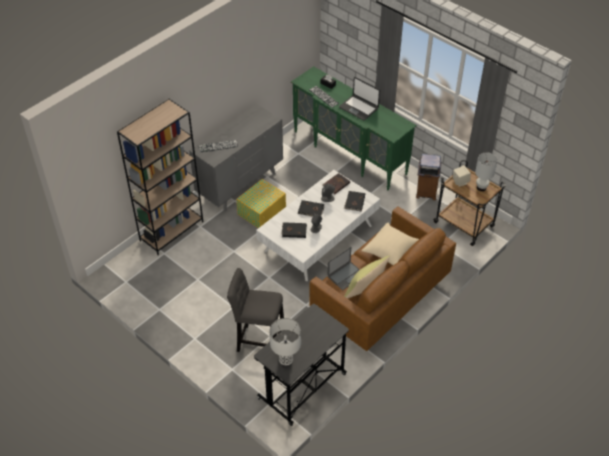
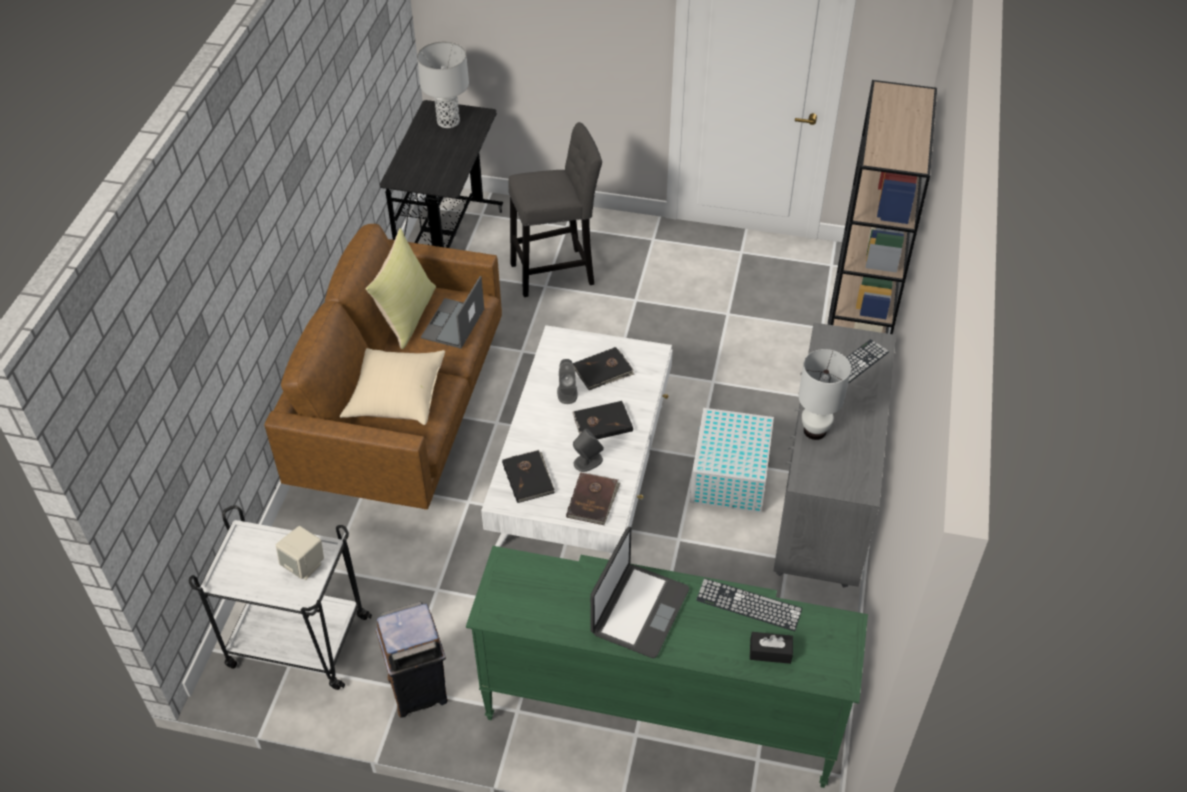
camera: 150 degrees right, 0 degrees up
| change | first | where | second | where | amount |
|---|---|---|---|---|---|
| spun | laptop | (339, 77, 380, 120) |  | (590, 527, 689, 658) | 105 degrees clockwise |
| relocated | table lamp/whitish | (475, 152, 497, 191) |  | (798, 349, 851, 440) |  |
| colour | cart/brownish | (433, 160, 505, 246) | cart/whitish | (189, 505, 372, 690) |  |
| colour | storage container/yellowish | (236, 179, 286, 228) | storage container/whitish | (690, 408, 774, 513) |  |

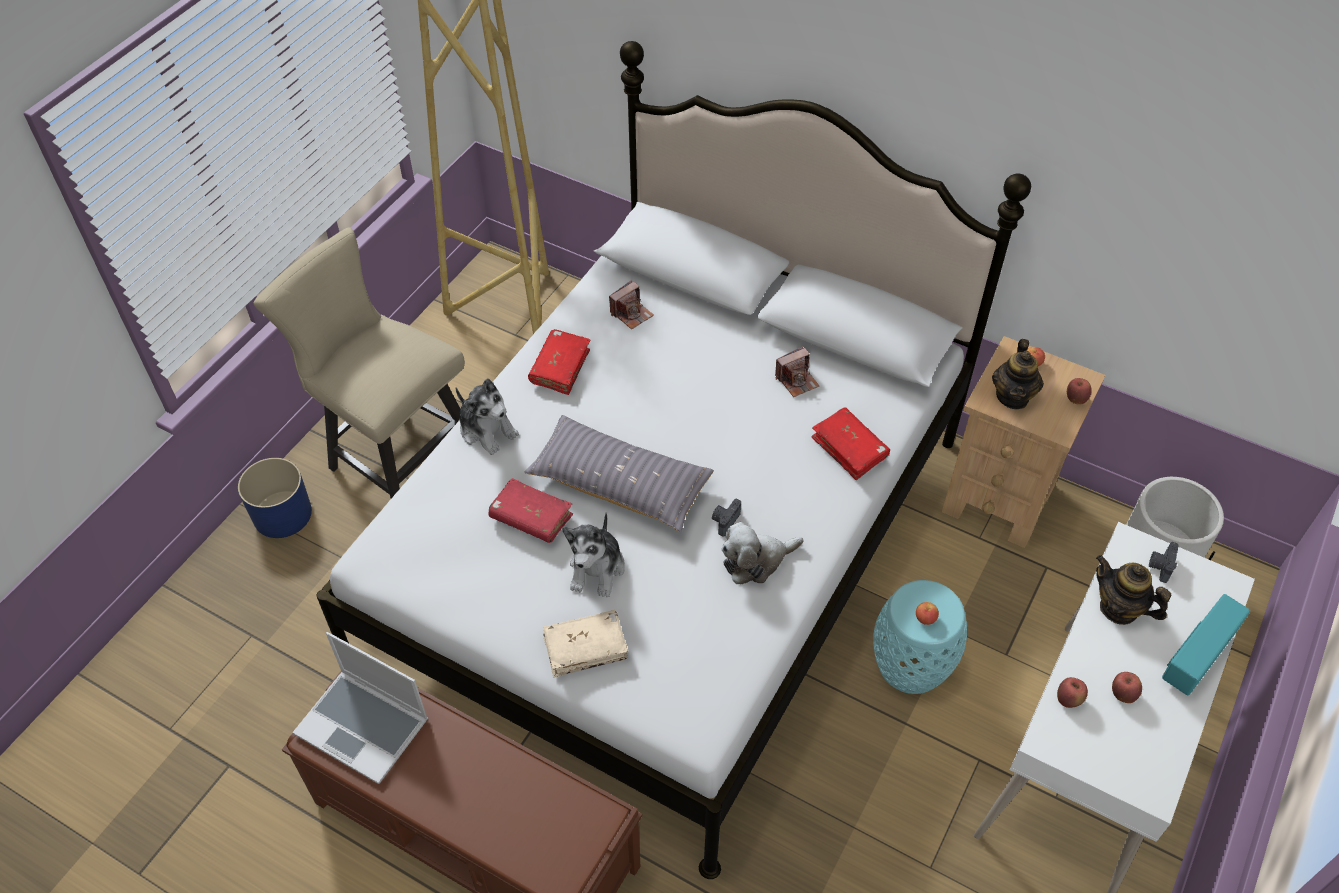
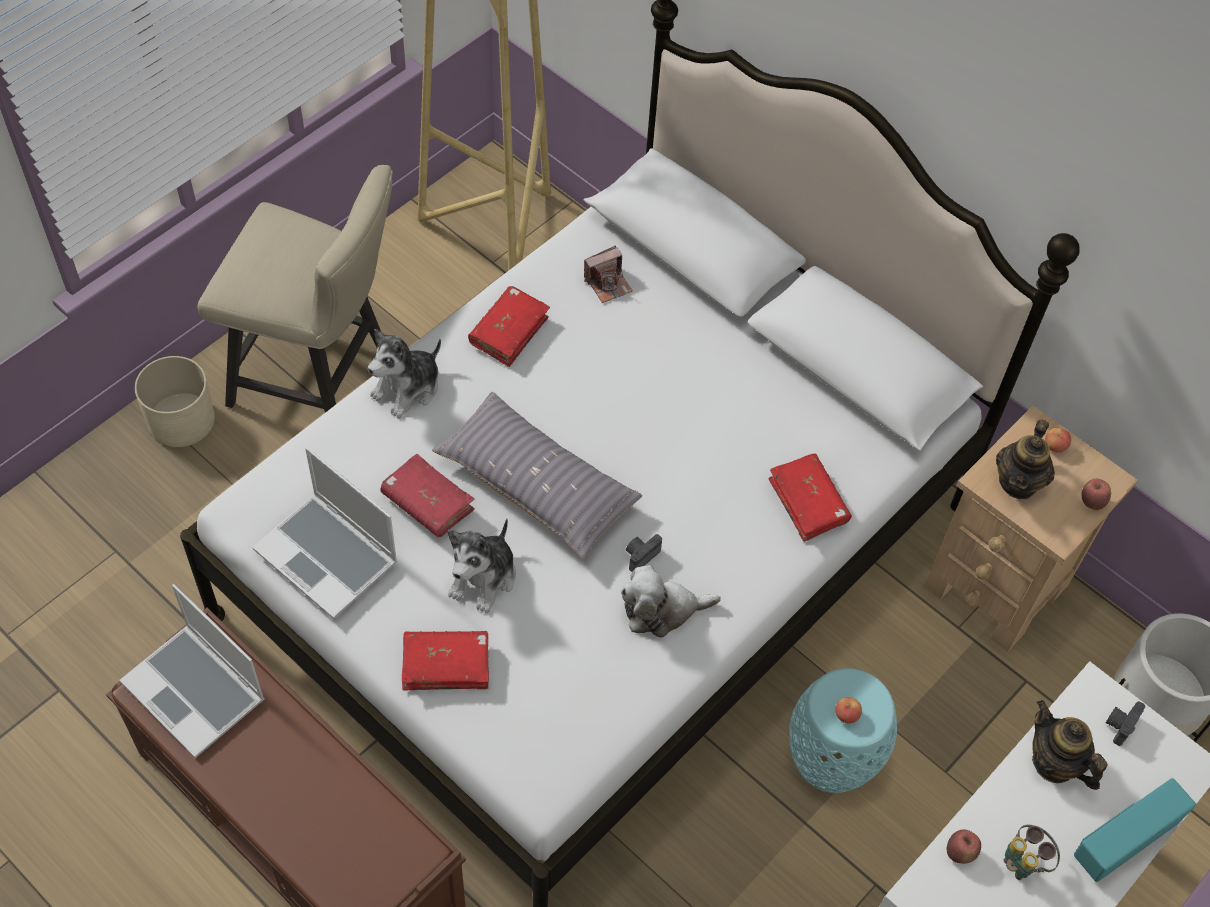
camera: 10 degrees right, 5 degrees up
| change | first | where | second | where | amount |
|---|---|---|---|---|---|
| spun | chair/beige | (253, 227, 465, 498) |  | (197, 165, 393, 413) | 150 degrees clockwise |
| missing | still camera | (775, 346, 819, 397) |  |  |  |
| spun | cuddly toy | (455, 379, 519, 455) |  | (368, 329, 441, 418) | 75 degrees clockwise |
| colour | planter/bluish | (238, 458, 312, 538) | planter/beige | (135, 356, 215, 447) |  |
| colour | book/beige | (543, 610, 628, 678) | book/red-coloured | (402, 631, 489, 690) |  |
| exchanged | whole apple | (1112, 672, 1142, 703) | binoculars | (1004, 825, 1060, 880) |  |
| appeared |  |  | laptop | (252, 447, 398, 619) |  |

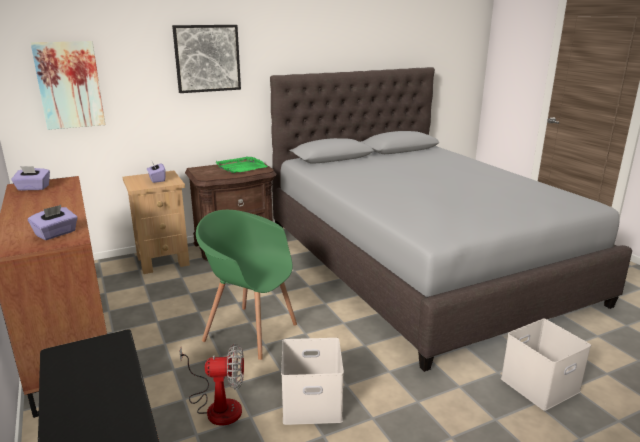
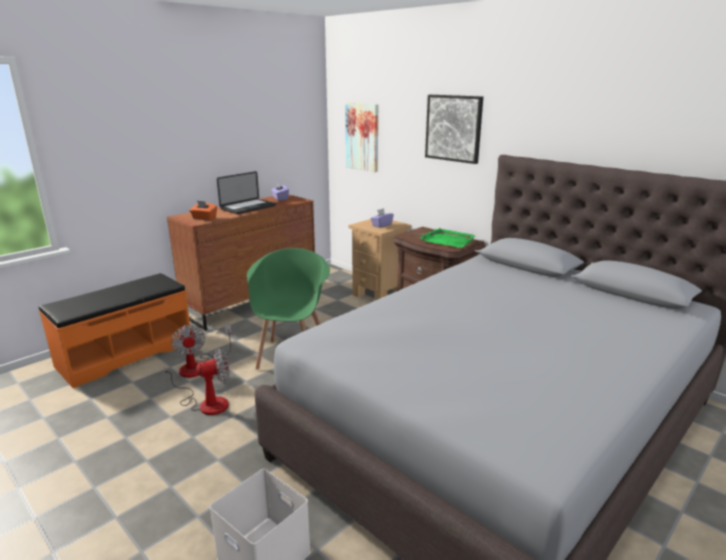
camera: 70 degrees right, 0 degrees up
| change | first | where | second | where | amount |
|---|---|---|---|---|---|
| colour | tissue box/purplish | (28, 205, 78, 240) | tissue box/orange | (190, 201, 217, 220) |  |
| exchanged | storage container/whitish | (281, 338, 344, 425) | fan | (164, 348, 229, 415) |  |
| appeared |  |  | laptop | (217, 171, 276, 214) |  |

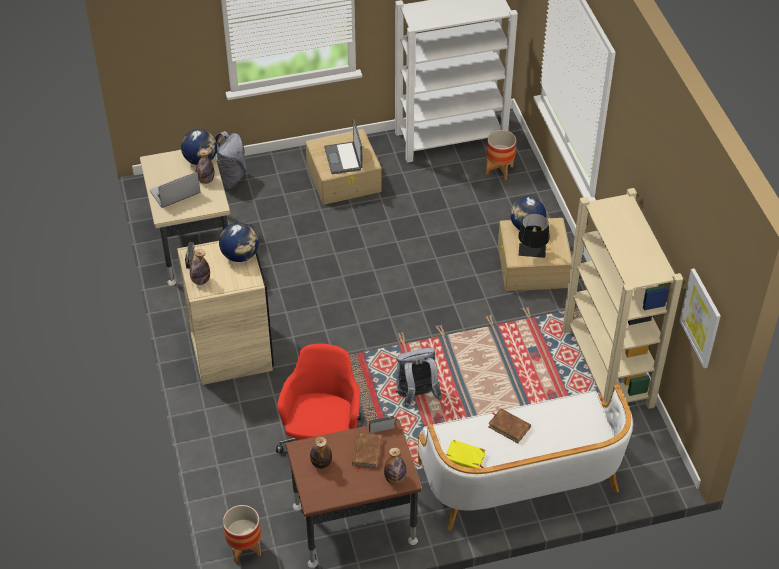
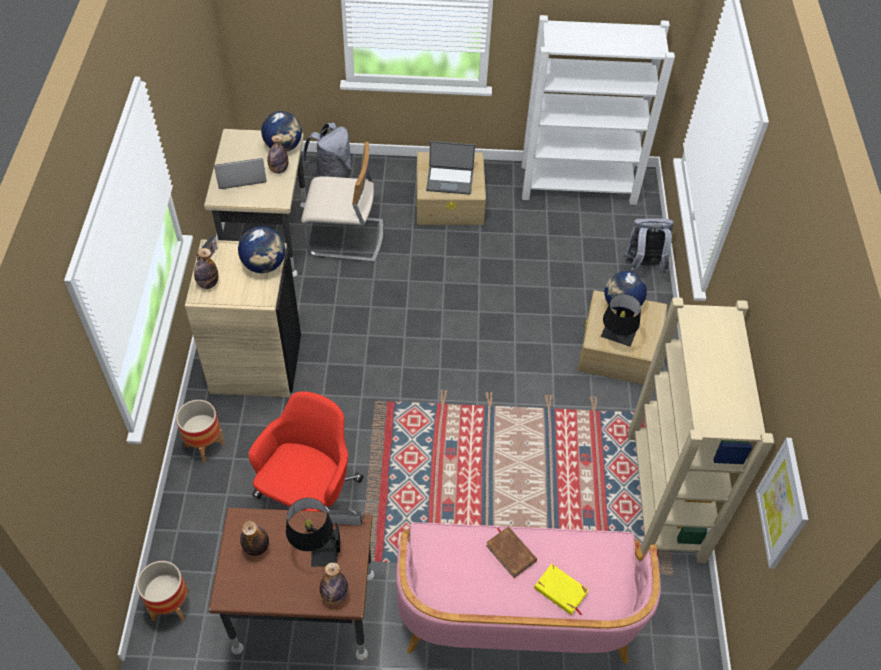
camera: 15 degrees right, 5 degrees up
| change | first | where | second | where | amount |
|---|---|---|---|---|---|
| spun | laptop | (324, 119, 363, 174) |  | (426, 141, 475, 195) | 90 degrees counterclockwise |
| relocated | planter | (486, 130, 516, 180) |  | (176, 400, 225, 462) |  |
| relocated | knapsack/gray | (396, 348, 442, 407) |  | (624, 218, 674, 274) |  |
| colour | sofa/whitish | (418, 384, 633, 531) | sofa/pink | (396, 522, 661, 664) |  |
| exchanged | book/brownish | (352, 432, 382, 472) | table lamp/blackish | (286, 498, 340, 567) |  |
| relocated | book/yellowish | (446, 439, 486, 468) |  | (534, 564, 588, 615) |  |
| appeared |  |  | chair/beige | (301, 142, 383, 262) |  |

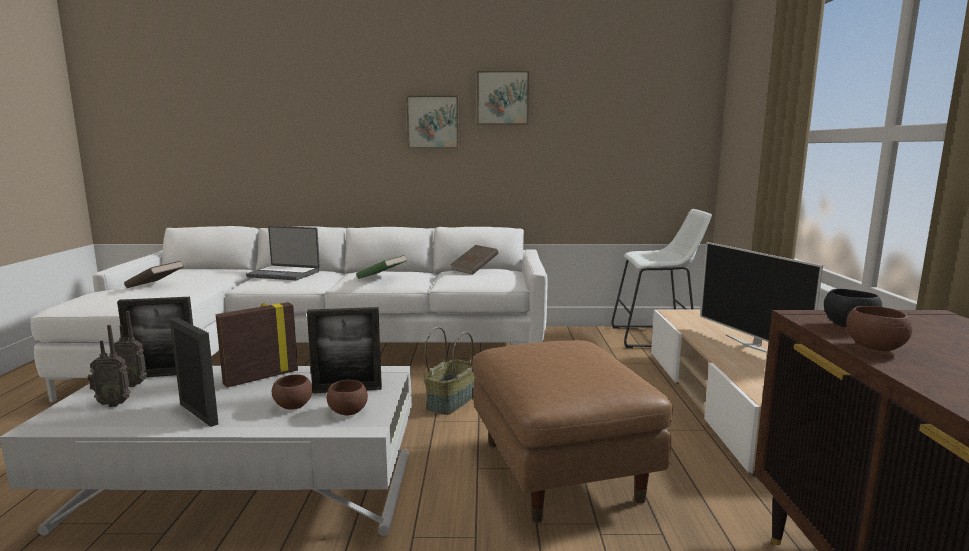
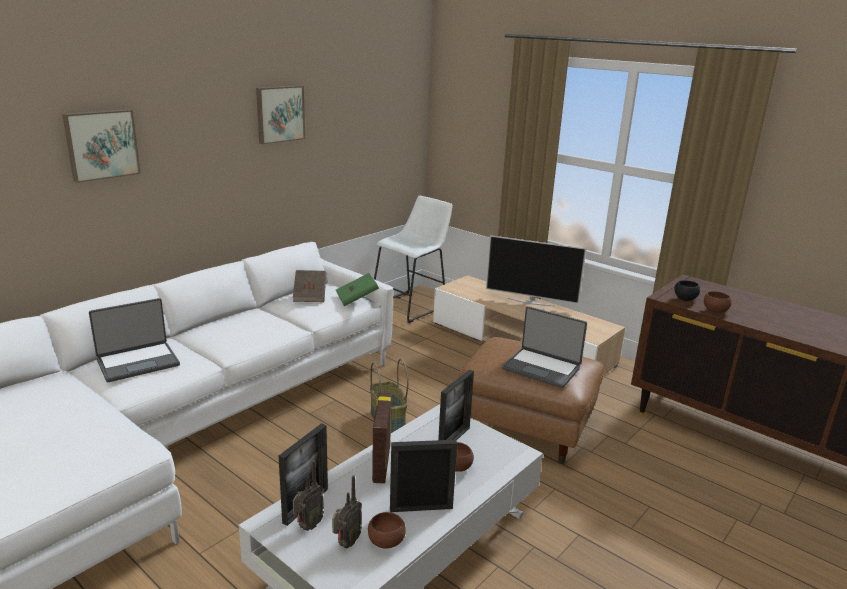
camera: 50 degrees left, 10 degrees up
| change | first | where | second | where | amount |
|---|---|---|---|---|---|
| relocated | picture | (406, 96, 459, 148) |  | (62, 109, 141, 183) |  |
| relocated | book/greenish | (356, 255, 408, 279) |  | (336, 273, 379, 306) |  |
| missing | book/brownish | (124, 261, 183, 288) |  |  |  |
| relocated | serving bowl/brownish | (327, 380, 368, 415) |  | (368, 512, 406, 549) |  |
| appeared |  |  | laptop | (502, 306, 587, 388) |  |

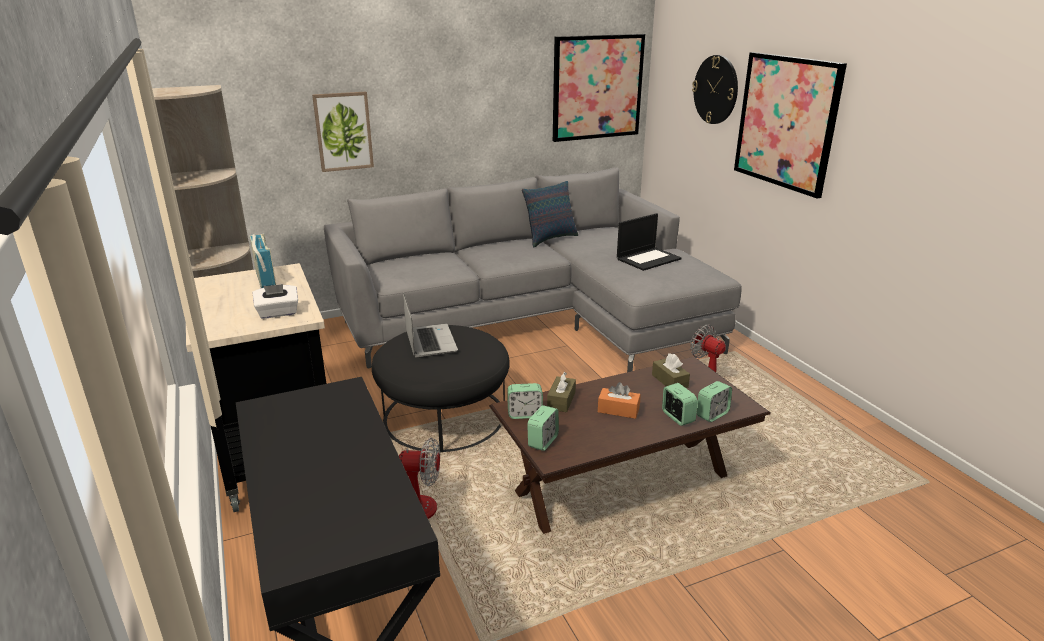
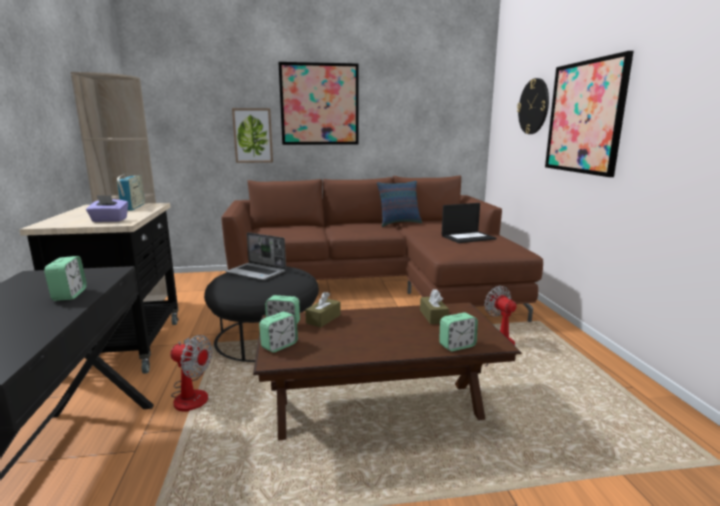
camera: 15 degrees right, 10 degrees down
| change | first | where | second | where | amount |
|---|---|---|---|---|---|
| relocated | picture | (553, 34, 645, 142) |  | (278, 62, 359, 145) |  |
| colour | sofa/gray | (324, 167, 742, 372) | sofa/brownish | (221, 175, 543, 322) |  |
| colour | tissue box/whitish | (253, 284, 298, 319) | tissue box/purplish | (86, 195, 128, 222) |  |
| spun | laptop | (403, 293, 458, 358) |  | (225, 232, 286, 280) | 120 degrees clockwise |
| missing | tissue box/orange | (598, 382, 641, 419) |  |  |  |
| relocated | alarm clock | (662, 383, 698, 426) |  | (44, 256, 87, 301) |  |

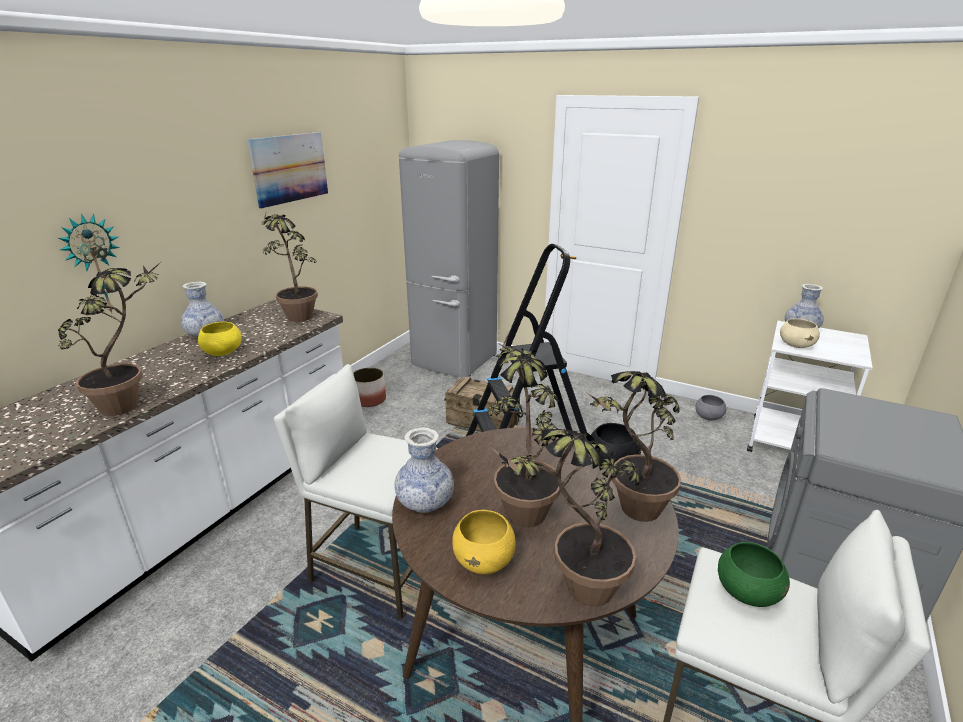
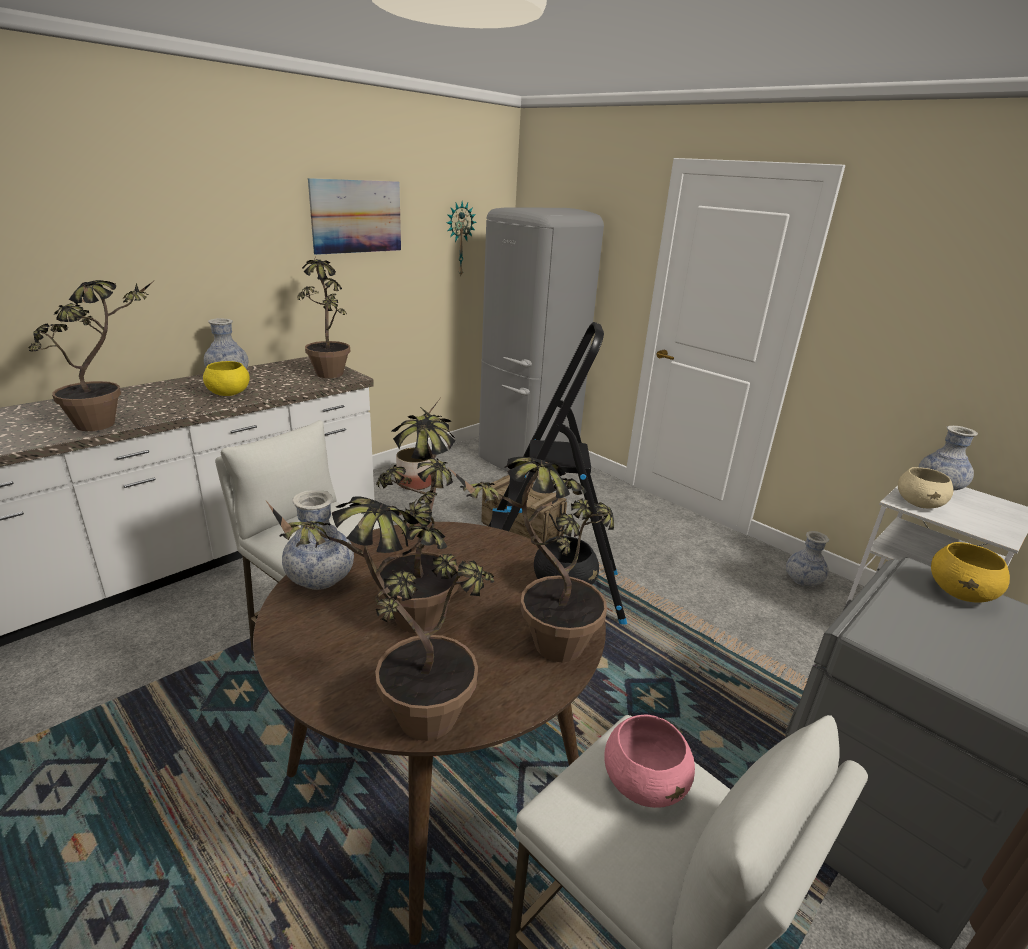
camera: 15 degrees right, 0 degrees up
| change | first | where | second | where | amount |
|---|---|---|---|---|---|
| relocated | hanging clock | (58, 213, 119, 313) |  | (447, 201, 477, 277) |  |
| exchanged | serving bowl/gray | (695, 395, 726, 420) | flower vase | (786, 531, 829, 587) |  |
| relocated | serving bowl/yellowish | (452, 510, 515, 574) |  | (931, 542, 1010, 603) |  |
| colour | serving bowl/greenish | (718, 542, 790, 607) | serving bowl/pink | (604, 715, 695, 808) |  |

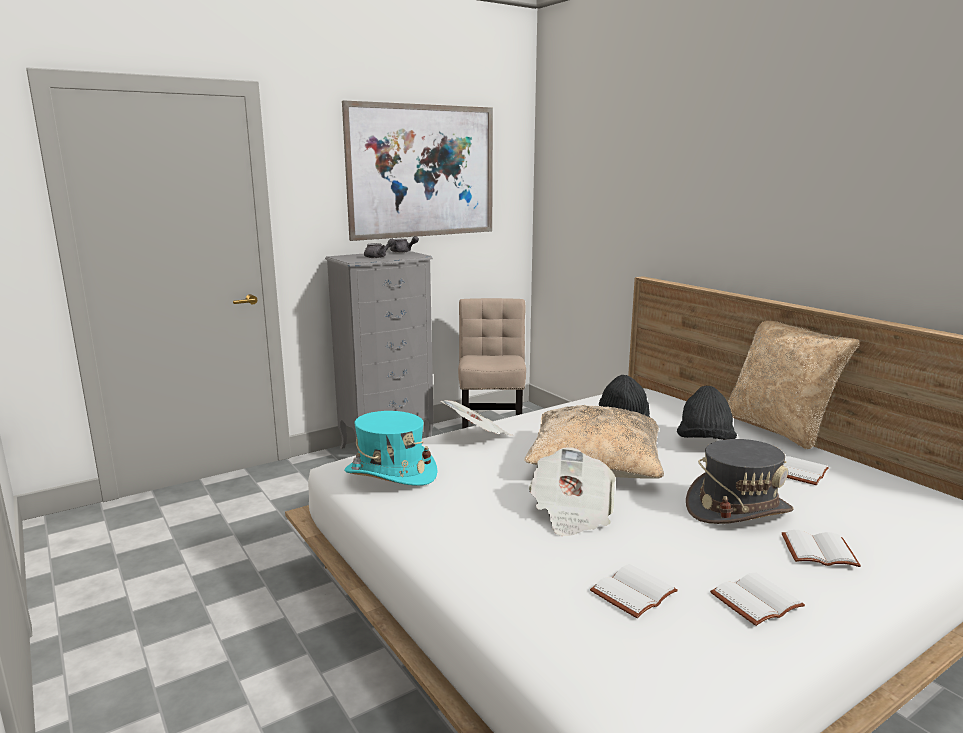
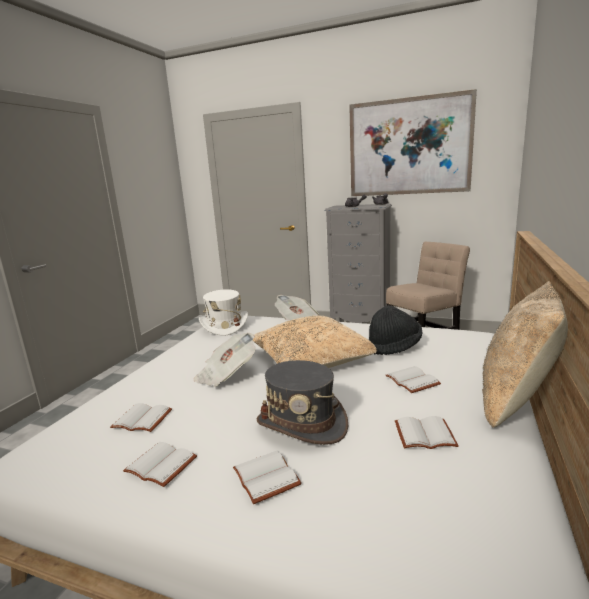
camera: 55 degrees right, 0 degrees up
| change | first | where | second | where | amount |
|---|---|---|---|---|---|
| exchanged | hat/blackish | (677, 386, 737, 440) | book/whitish | (386, 366, 441, 393) |  |
| colour | hat/turquoise-coloured | (344, 411, 438, 486) | hat/whitish | (199, 289, 248, 336) |  |

